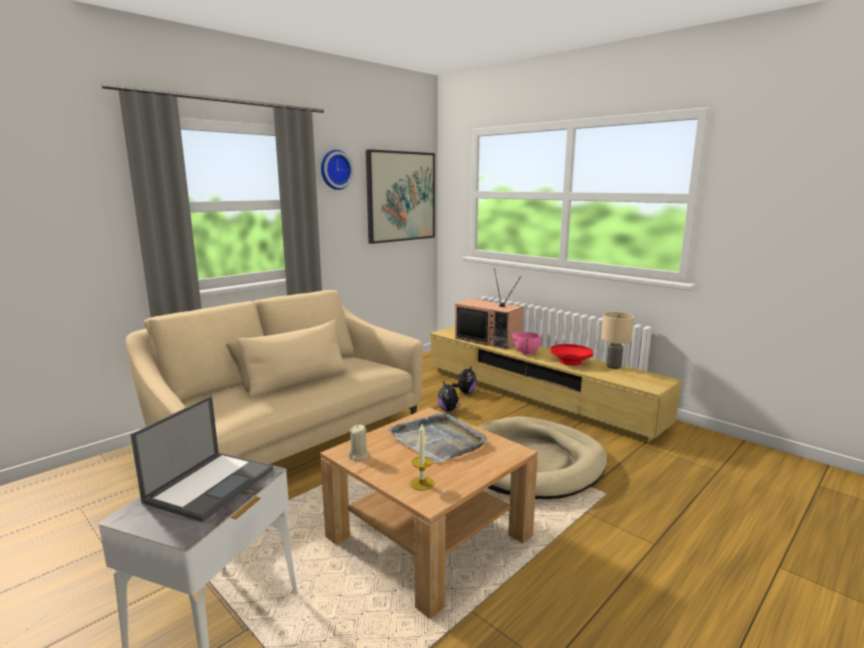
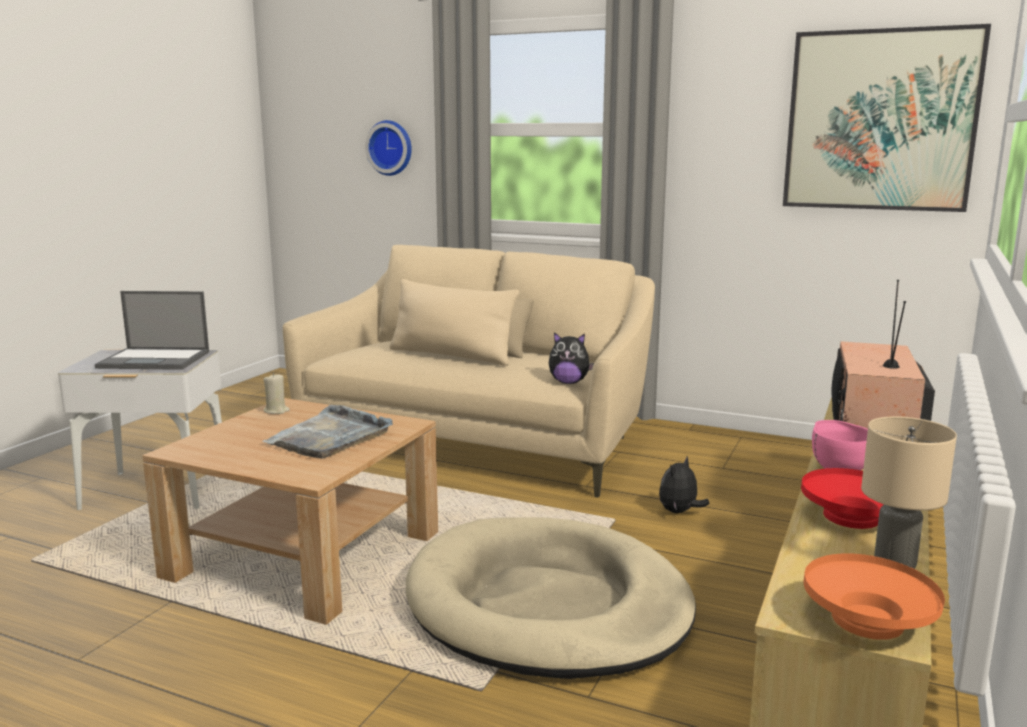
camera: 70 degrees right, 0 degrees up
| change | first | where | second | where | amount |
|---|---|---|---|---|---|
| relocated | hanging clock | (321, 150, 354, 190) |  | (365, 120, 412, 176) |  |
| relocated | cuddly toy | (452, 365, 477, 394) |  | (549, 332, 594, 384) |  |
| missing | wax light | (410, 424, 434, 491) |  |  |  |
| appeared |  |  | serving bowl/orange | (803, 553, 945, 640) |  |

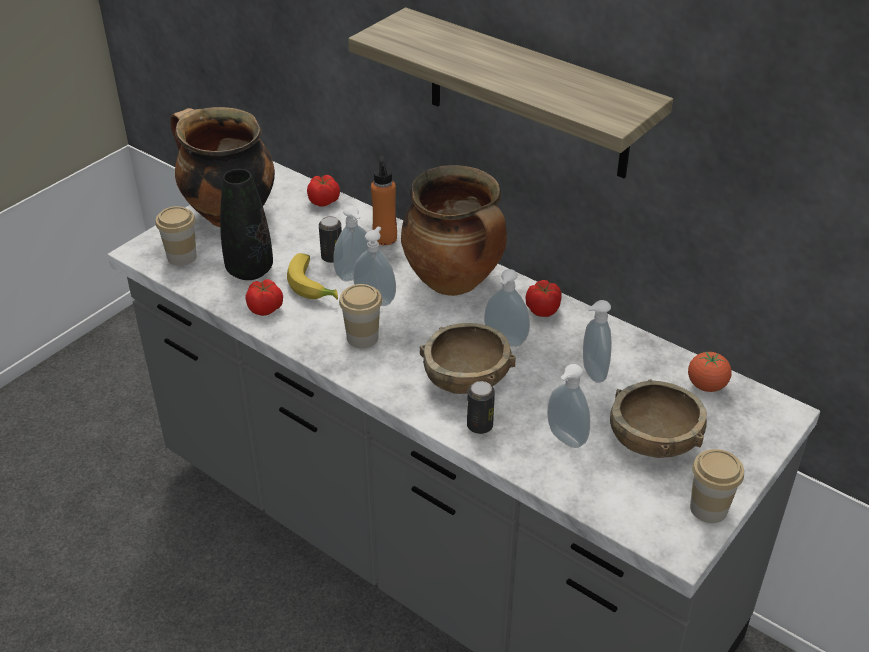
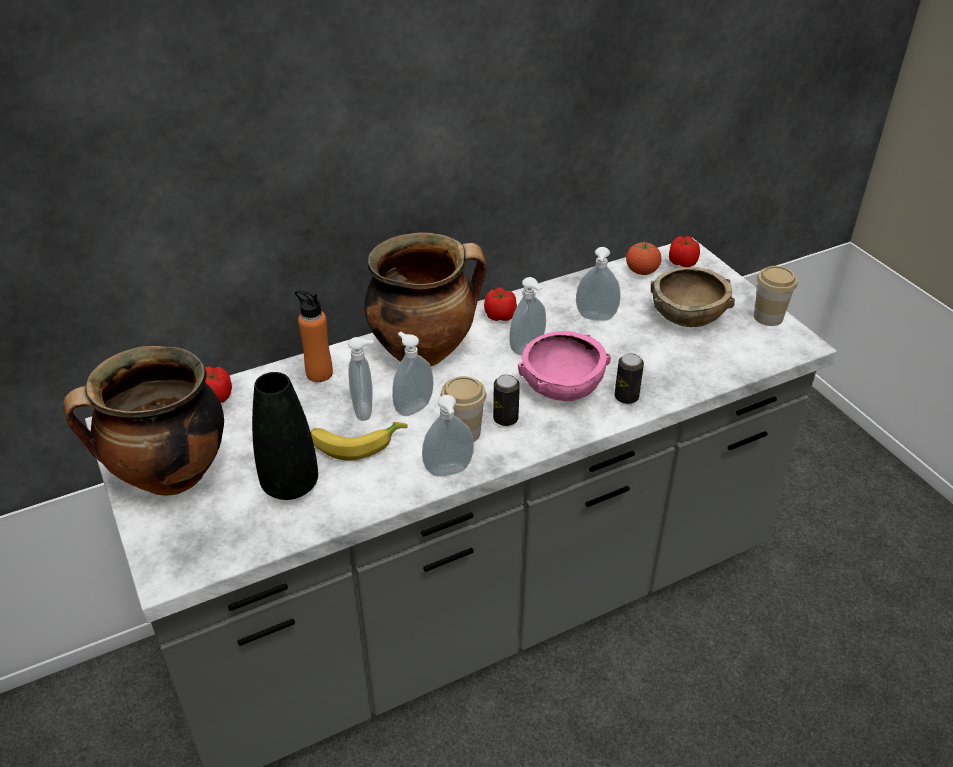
camera: 65 degrees left, 0 degrees up
| change | first | where | second | where | amount |
|---|---|---|---|---|---|
| missing | shelf | (348, 8, 673, 178) |  |  |  |
| missing | drinking cup | (156, 206, 197, 266) |  |  |  |
| relocated | sealed can | (319, 216, 342, 263) |  | (493, 374, 520, 426) |  |
| relocated | whole tomato | (246, 279, 283, 316) |  | (669, 236, 700, 267) |  |
| colour | serving bowl/brownish | (420, 323, 516, 394) | serving bowl/pink | (518, 331, 611, 401) |  |
| relocated | liquid soap bottle | (547, 364, 590, 448) |  | (422, 395, 474, 477) |  |

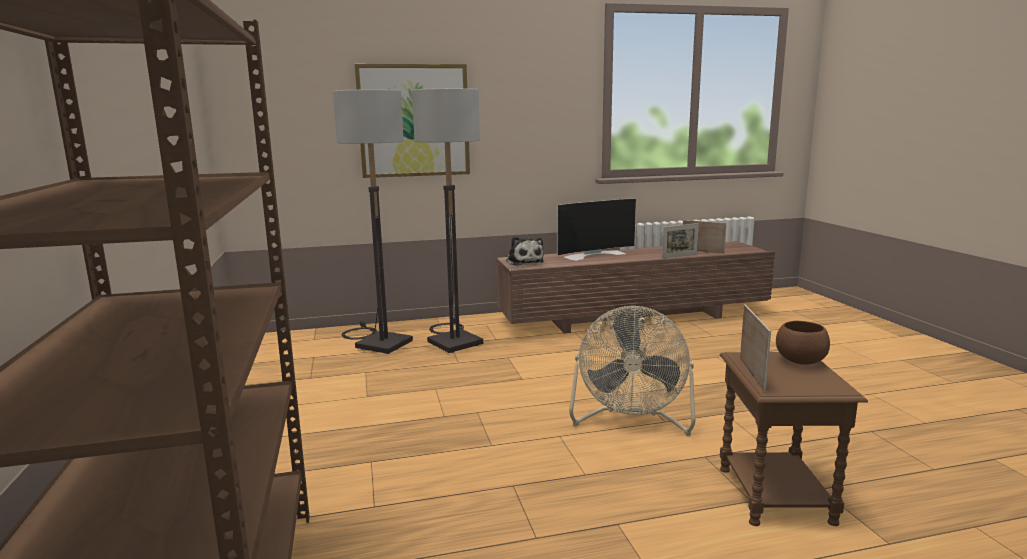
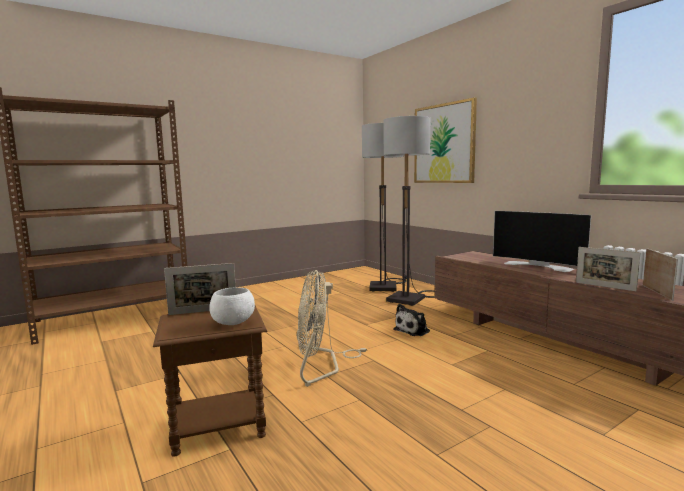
camera: 70 degrees right, 5 degrees down
| change | first | where | second | where | amount |
|---|---|---|---|---|---|
| relocated | cuddly toy | (506, 237, 544, 266) |  | (393, 304, 430, 336) |  |
| colour | serving bowl/brownish | (776, 321, 830, 365) | serving bowl/whitish | (209, 287, 255, 325) |  |

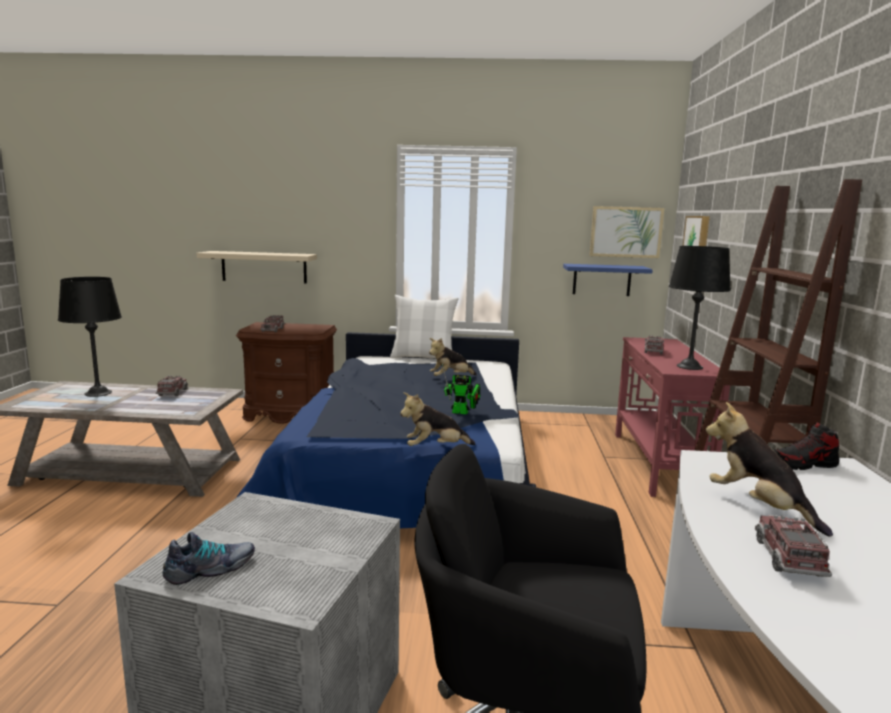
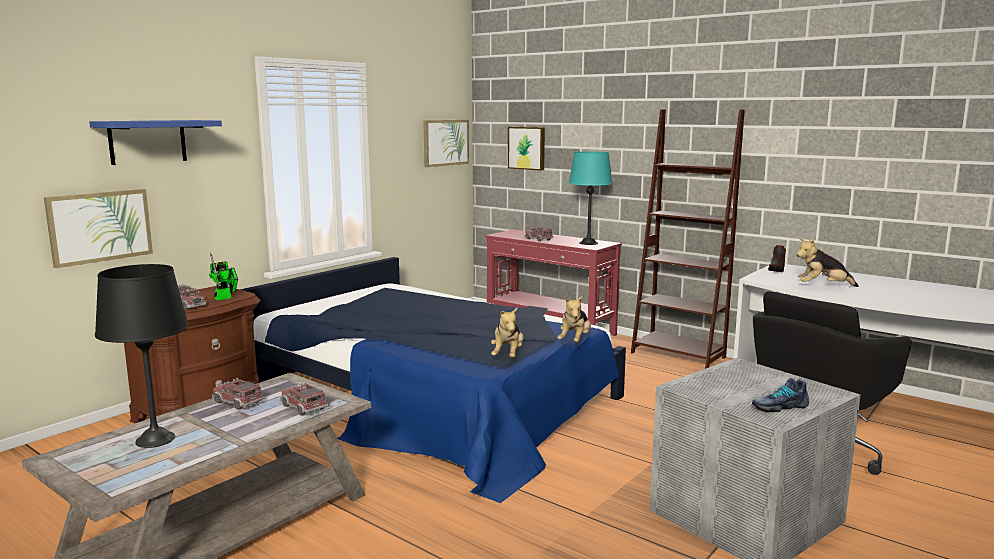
camera: 55 degrees left, 0 degrees up
| change | first | where | second | where | amount |
|---|---|---|---|---|---|
| colour | table lamp/blackish | (669, 246, 731, 370) | table lamp/turquoise-coloured | (569, 151, 612, 245) |  |
| exchanged | shelf/beige | (196, 251, 317, 284) | picture | (44, 189, 153, 268) |  |
| relocated | shelf/bluish | (563, 264, 653, 296) |  | (89, 120, 222, 165) |  |
| missing | pillow/whitish | (390, 295, 459, 358) |  |  |  |
| relocated | cuddly toy | (429, 338, 477, 376) |  | (491, 307, 524, 358) |  |
| relocated | robot figure | (442, 363, 480, 414) |  | (209, 252, 238, 300) |  |
| relocated | model truck | (755, 515, 832, 577) |  | (280, 382, 328, 416) |  |
| spun | low shoe | (163, 532, 255, 585) |  | (752, 378, 809, 412) | 105 degrees counterclockwise |

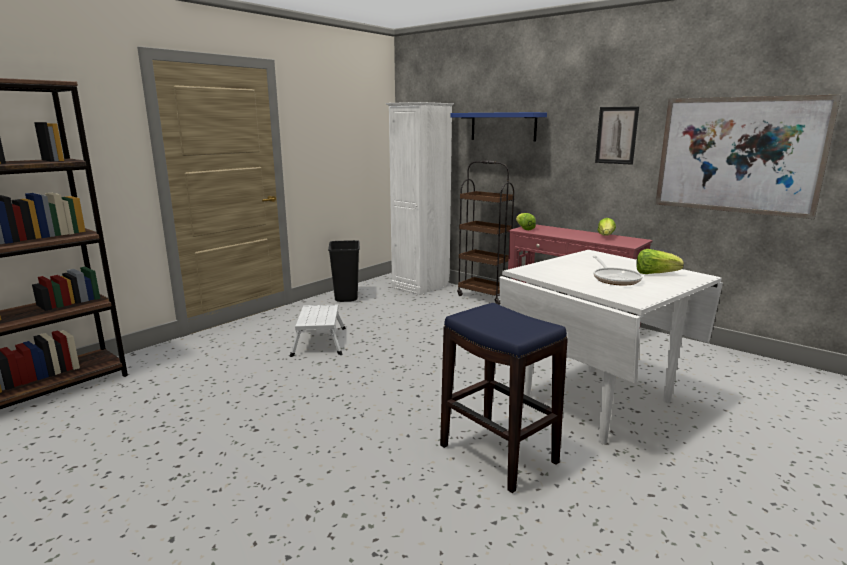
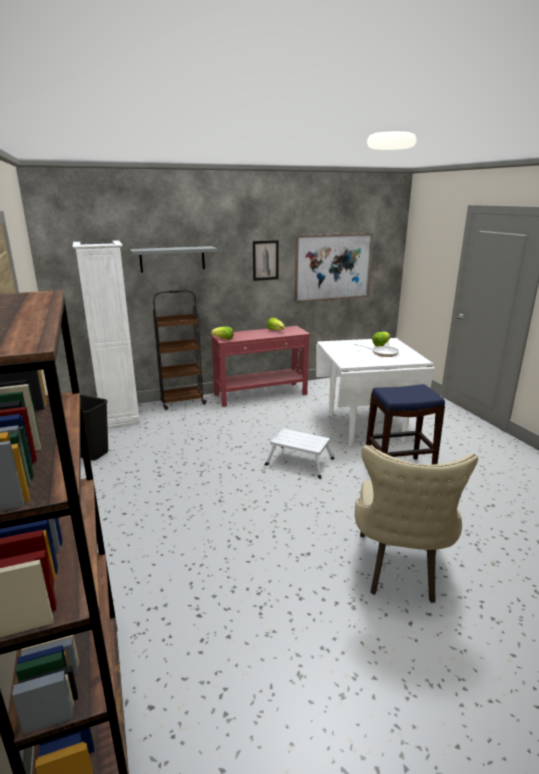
camera: 60 degrees left, 5 degrees up
| change | first | where | second | where | amount |
|---|---|---|---|---|---|
| colour | shelf/bluish | (450, 112, 547, 141) | shelf/gray | (130, 246, 217, 273) |  |
| relocated | stepladder/whitish | (289, 305, 346, 357) |  | (264, 428, 335, 479) |  |
| appeared |  |  | chair/beige | (355, 445, 478, 603) |  |

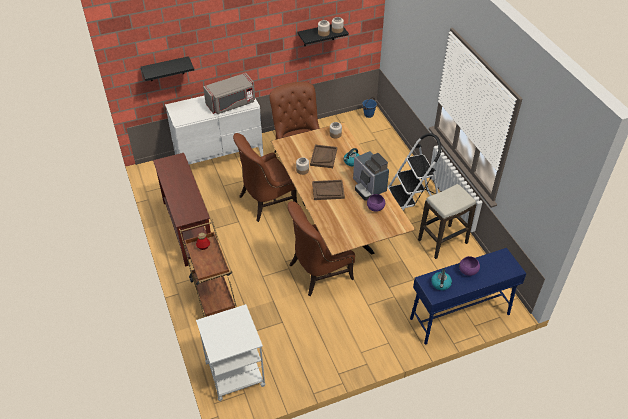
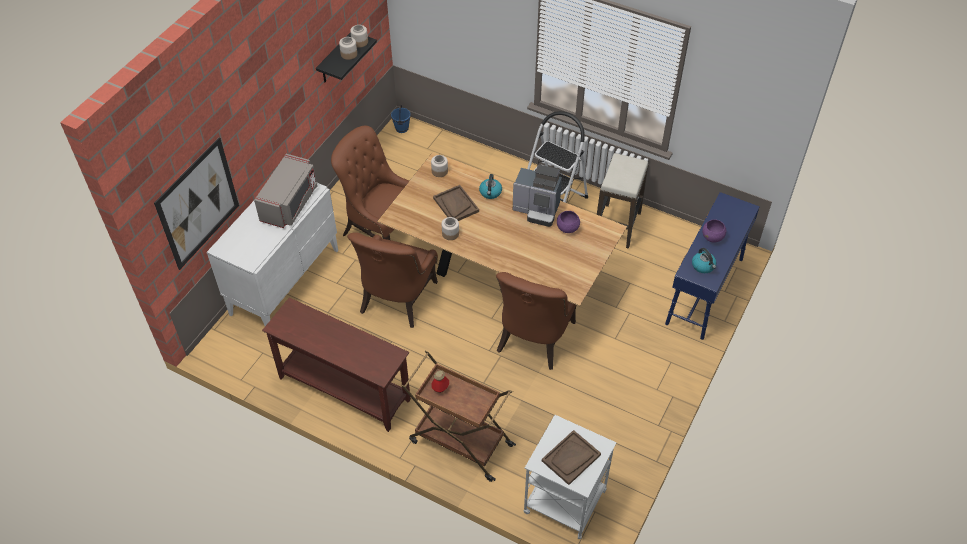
camera: 40 degrees left, 5 degrees up
| change | first | where | second | where | amount |
|---|---|---|---|---|---|
| exchanged | shelf/blackish | (141, 56, 194, 81) | picture | (154, 137, 239, 270) |  |
| relocated | carrying tray/brownish | (312, 180, 345, 200) |  | (542, 430, 601, 485) |  |

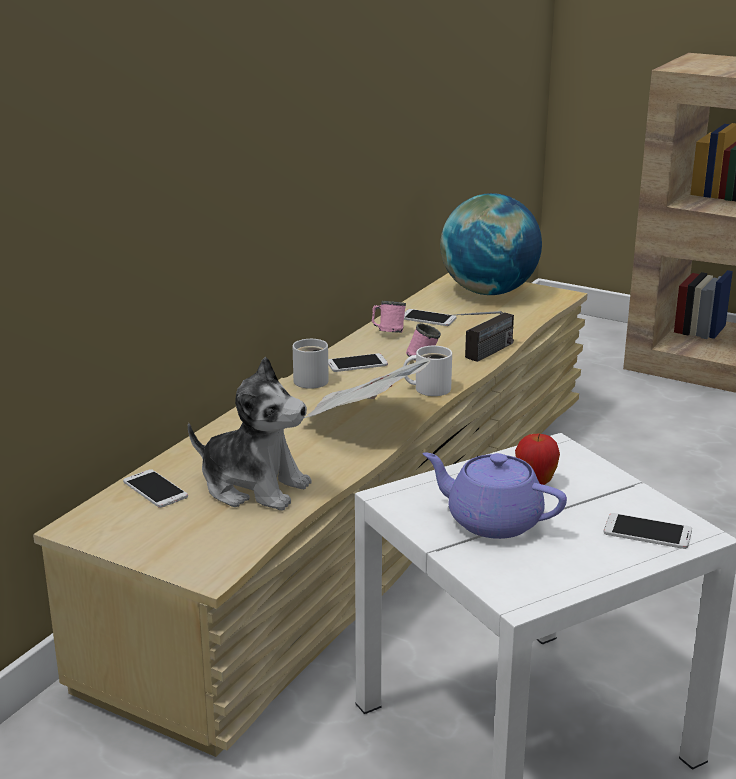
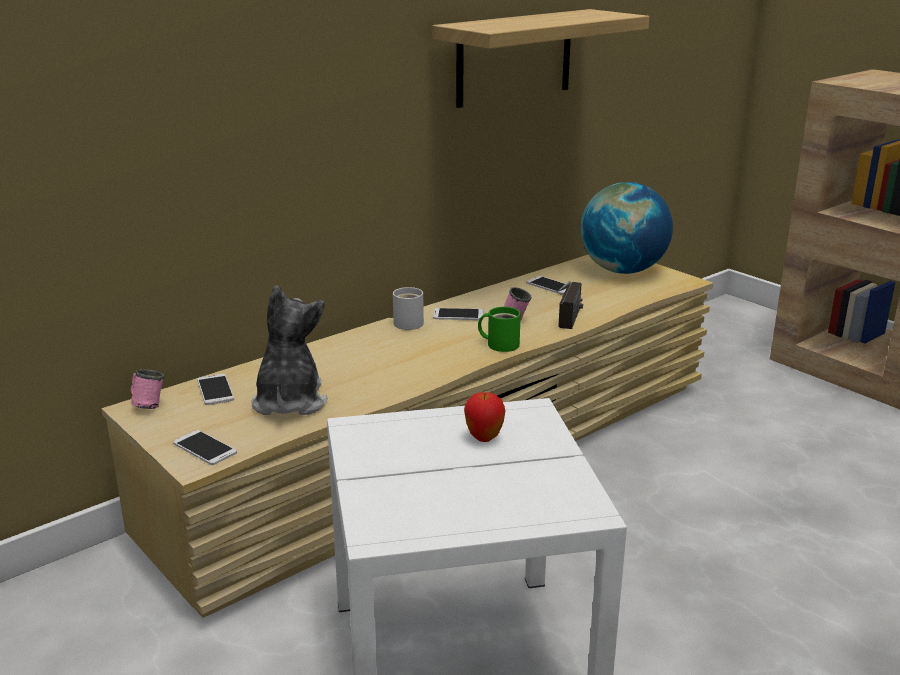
camera: 20 degrees right, 0 degrees up
| change | first | where | second | where | amount |
|---|---|---|---|---|---|
| relocated | tea mug/pink | (372, 301, 406, 333) |  | (131, 370, 164, 409) |  |
| spun | radio | (447, 311, 514, 362) |  | (557, 281, 583, 329) | 45 degrees counterclockwise |
| colour | tea mug/whitish | (403, 346, 452, 396) | tea mug/greenish | (478, 307, 521, 352) |  |
| spun | cuddly toy | (188, 356, 312, 510) |  | (251, 285, 328, 415) | 135 degrees counterclockwise |
| missing | daily paper | (304, 356, 431, 418) |  |  |  |
| missing | tea pot/purplish | (422, 452, 567, 539) |  |  |  |
| relocated | handset | (604, 513, 692, 549) |  | (173, 430, 237, 465) |  |
| appeared |  |  | shelf | (432, 9, 649, 108) |  |

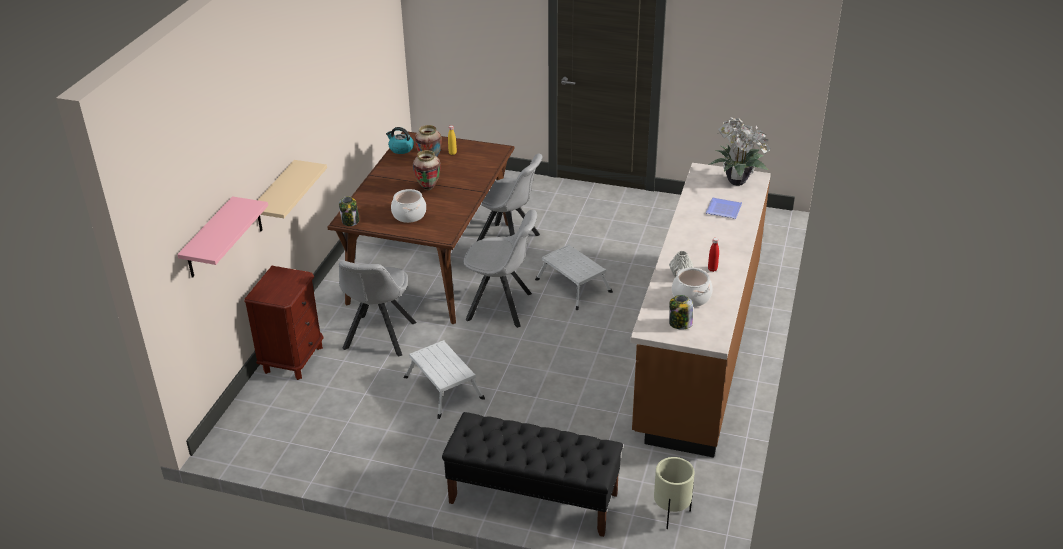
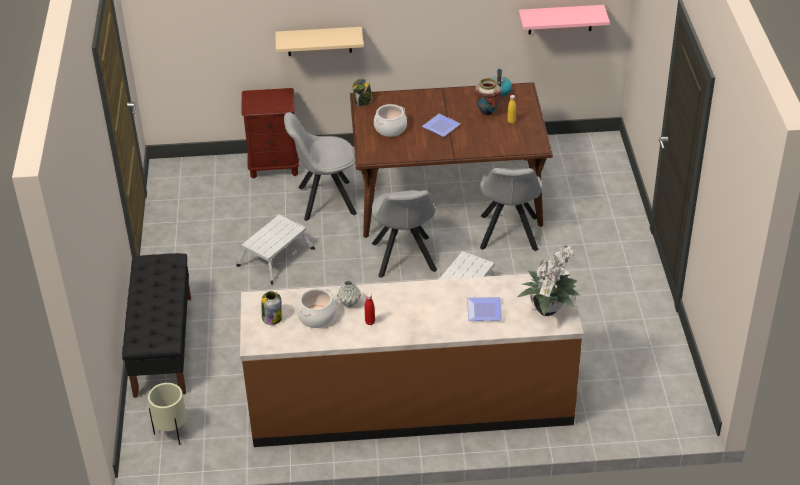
camera: 70 degrees right, 5 degrees up
| change | first | where | second | where | amount |
|---|---|---|---|---|---|
| exchanged | flower vase | (413, 150, 441, 190) | dinner plate | (422, 114, 461, 137) |  |
| relocated | shelf/pink | (177, 196, 268, 278) |  | (519, 5, 610, 34) |  |

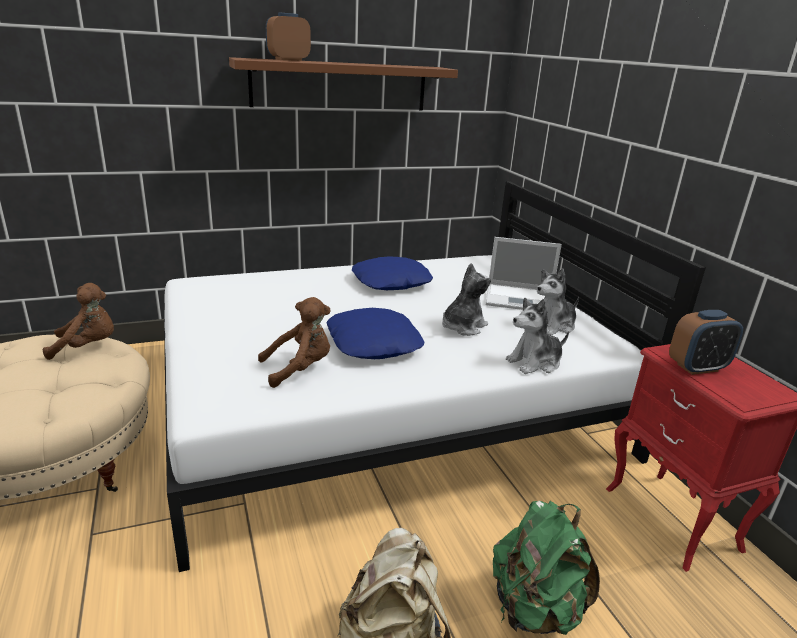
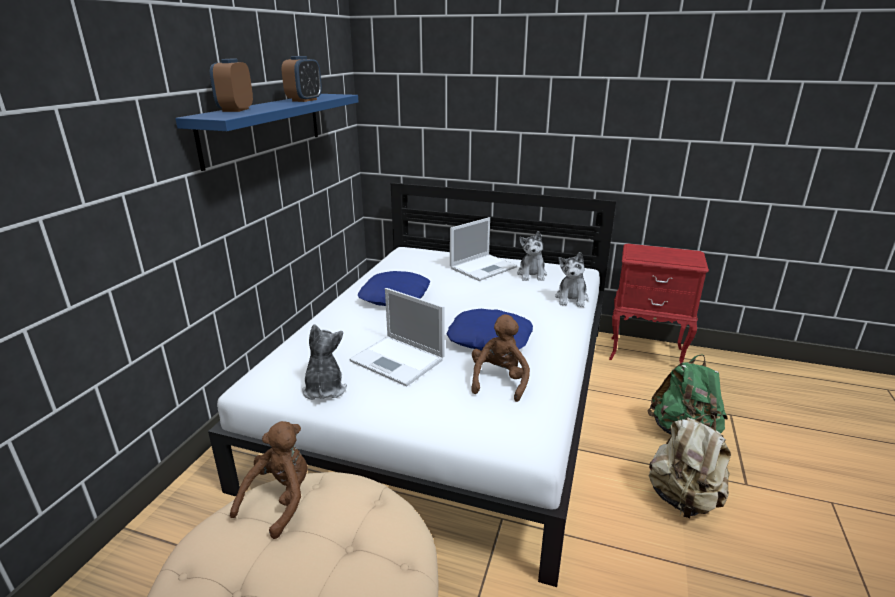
camera: 50 degrees left, 0 degrees up
| change | first | where | second | where | amount |
|---|---|---|---|---|---|
| colour | shelf/brownish | (229, 57, 458, 111) | shelf/bluish | (175, 94, 359, 171) |  |
| relocated | cuddly toy | (442, 263, 491, 336) |  | (302, 324, 347, 400) |  |
| relocated | alarm clock | (669, 310, 743, 375) |  | (282, 56, 322, 102) |  |
| appeared |  |  | laptop | (349, 288, 445, 386) |  |

